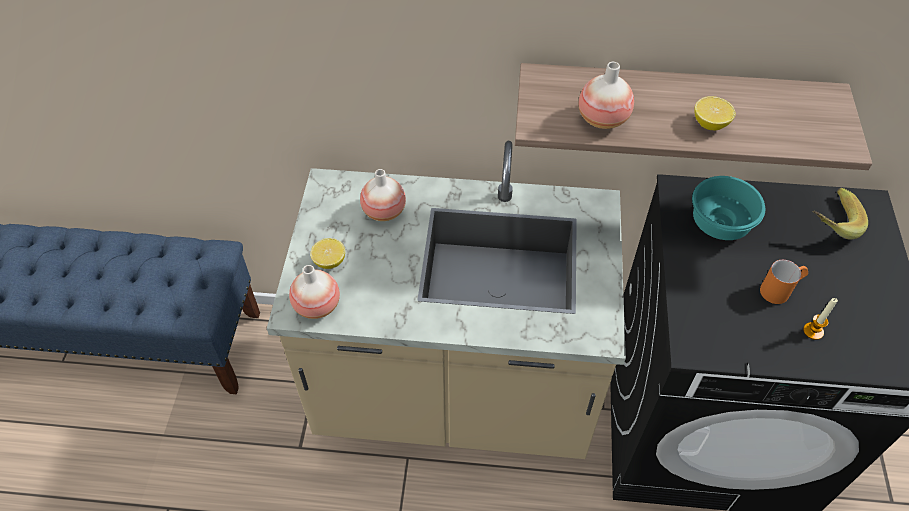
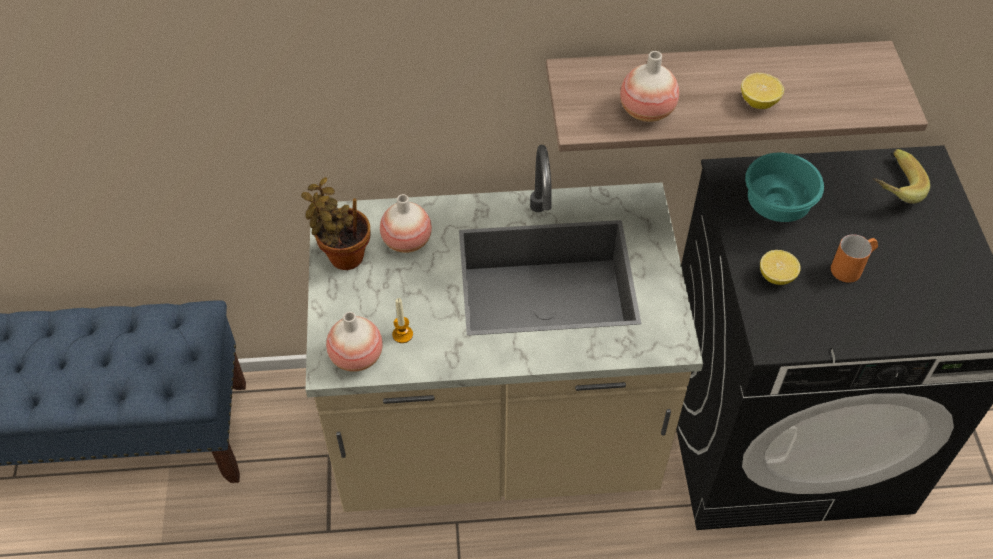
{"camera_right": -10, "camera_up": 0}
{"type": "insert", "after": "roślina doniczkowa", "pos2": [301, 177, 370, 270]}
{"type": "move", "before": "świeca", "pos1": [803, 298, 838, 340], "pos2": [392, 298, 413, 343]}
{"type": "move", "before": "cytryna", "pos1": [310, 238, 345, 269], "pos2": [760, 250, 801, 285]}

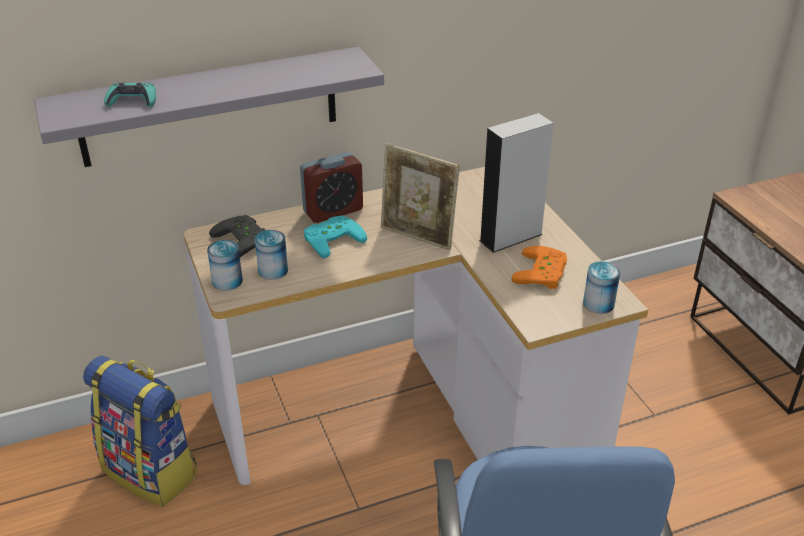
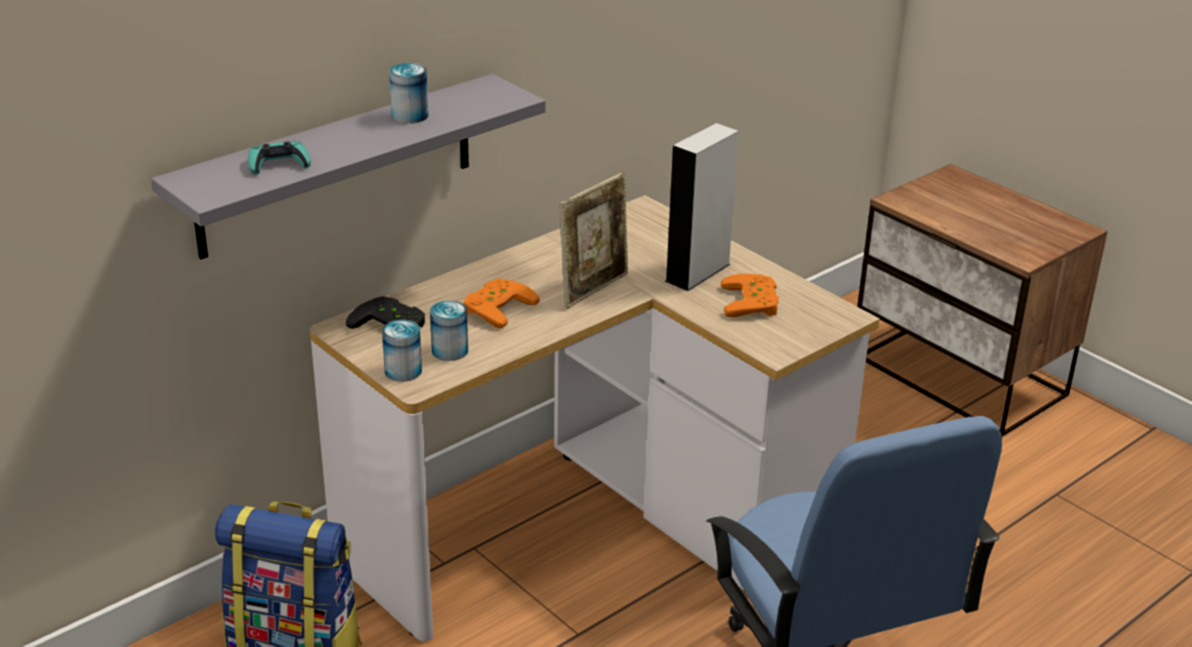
{"camera_right": -20, "camera_up": -5}
{"type": "move", "before": "puszka", "pos1": [583, 261, 620, 314], "pos2": [389, 63, 429, 124]}
{"type": "recolor", "before": "pad do gier [turkusowy]", "after": "pad do gier [pomarańczowy]", "pos1": [304, 215, 367, 259], "pos2": [463, 278, 540, 329]}
{"type": "rotate", "before": "ramka na zdjęcie", "pos1": [381, 143, 460, 250], "pos2": [560, 172, 628, 309], "turn": -60}
{"type": "delete", "before": "budzik", "pos1": [300, 152, 363, 223]}

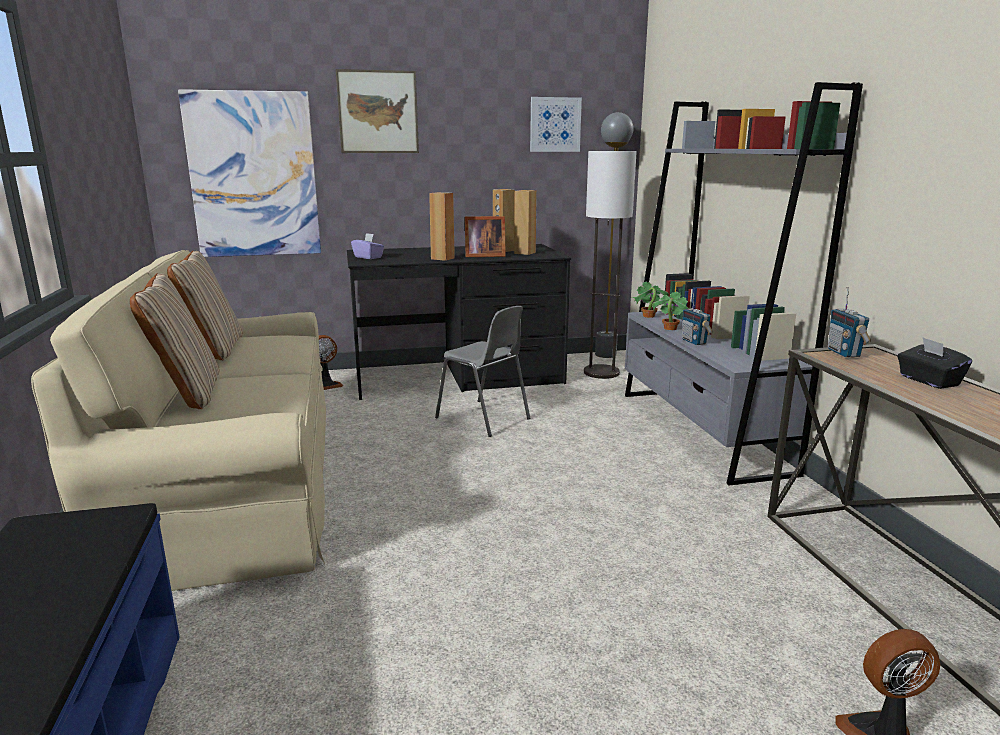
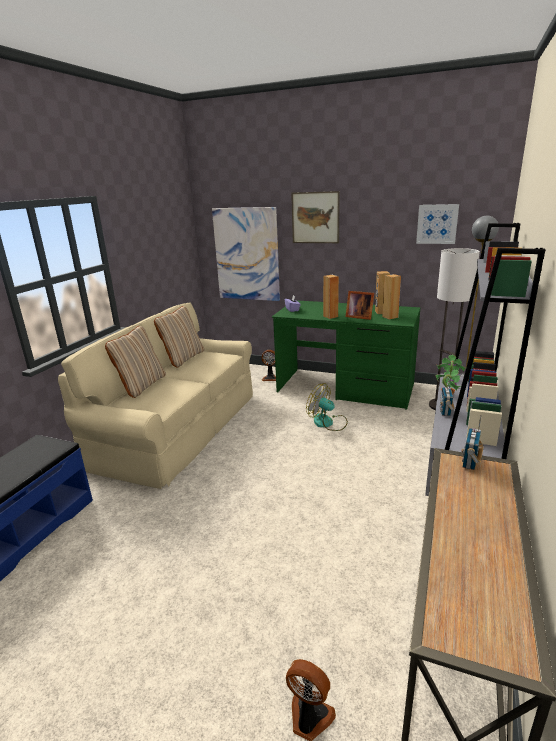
{"camera_right": 35, "camera_up": 5}
{"type": "recolor", "before": "biurko [czarny]", "after": "biurko [zielony]", "pos1": [347, 244, 571, 400], "pos2": [272, 300, 421, 410]}
{"type": "replace", "before": "krzesło [szary]", "after": "wentylator", "pos1": [435, 306, 530, 437], "pos2": [306, 383, 348, 431]}
{"type": "delete", "before": "pudełko chusteczek [czarny]", "pos1": [897, 337, 972, 389]}

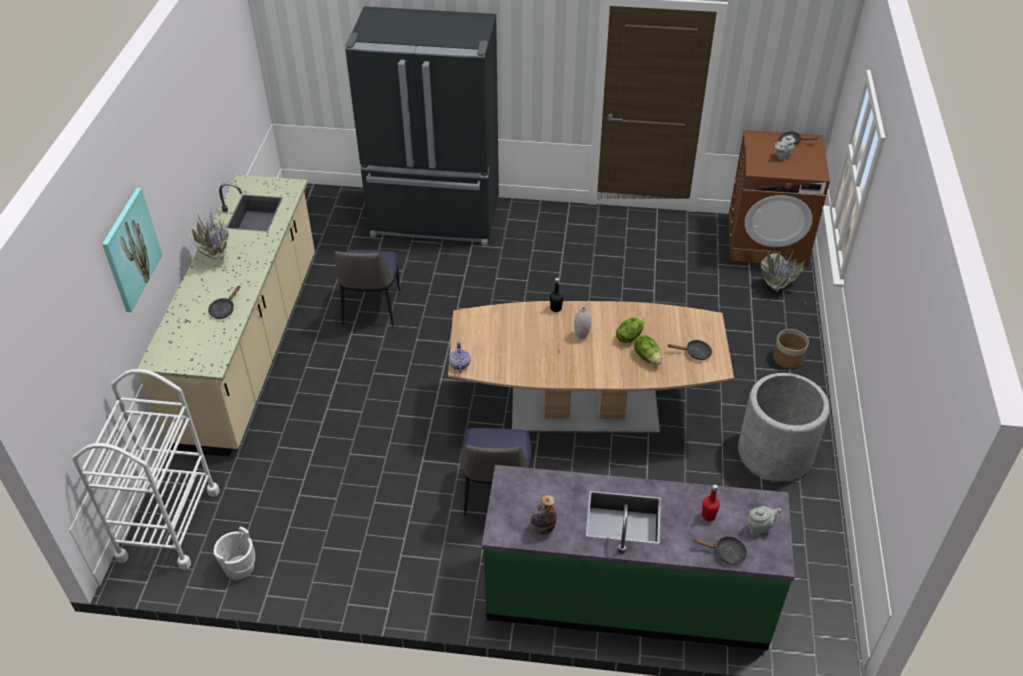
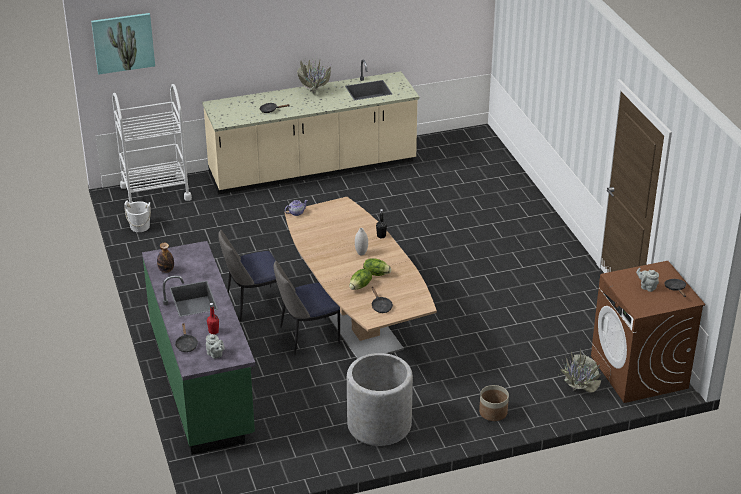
{"camera_right": 65, "camera_up": -10}
{"type": "move", "before": "obraz", "pos1": [102, 188, 162, 312], "pos2": [91, 13, 155, 75]}
{"type": "move", "before": "krzesło", "pos1": [334, 250, 400, 326], "pos2": [274, 261, 340, 355]}
{"type": "delete", "before": "lodówka [czarny]", "pos1": [345, 6, 499, 246]}

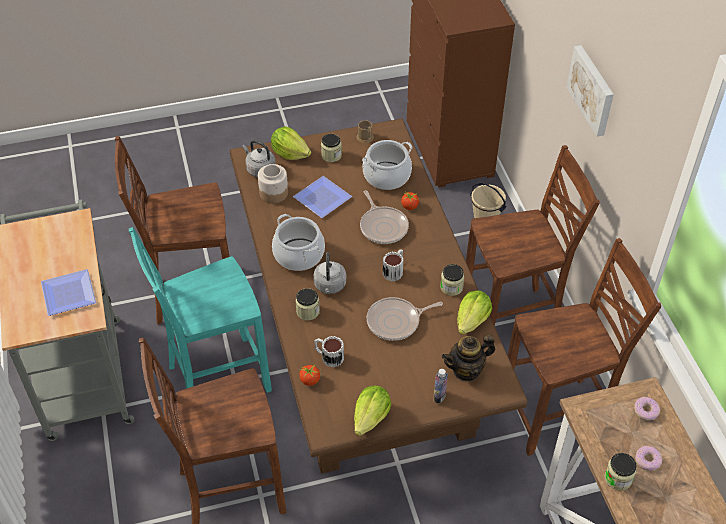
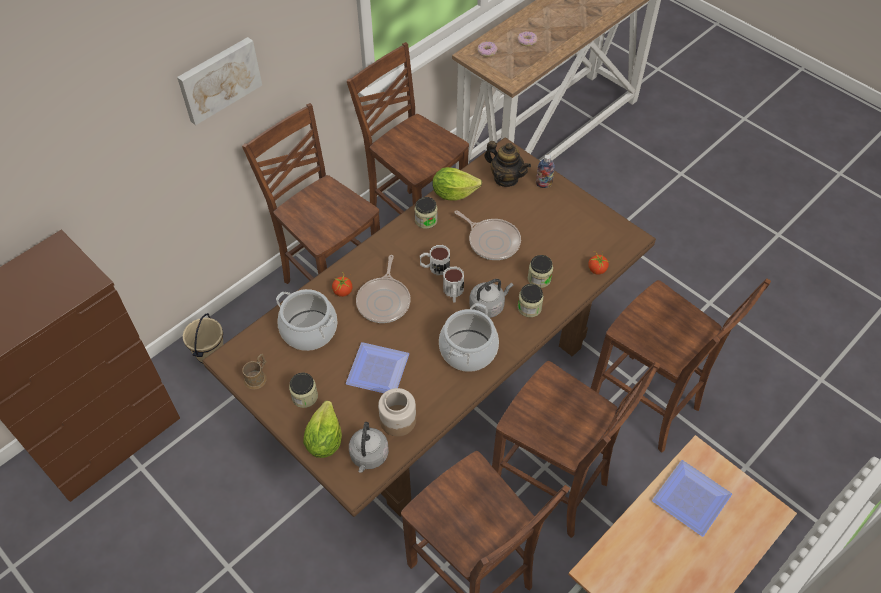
{"camera_right": -120, "camera_up": 5}
{"type": "rotate", "before": "patelnia", "pos1": [360, 190, 409, 244], "pos2": [356, 255, 411, 323], "turn": 150}
{"type": "move", "before": "kubek", "pos1": [314, 336, 344, 368], "pos2": [443, 267, 464, 303]}
{"type": "recolor", "before": "krzesło [turkusowy]", "after": "krzesło [brązowy]", "pos1": [129, 227, 272, 393], "pos2": [492, 361, 660, 538]}
{"type": "move", "before": "słoik", "pos1": [604, 453, 637, 491], "pos2": [528, 255, 553, 288]}
{"type": "delete", "before": "sałata", "pos1": [354, 386, 391, 436]}

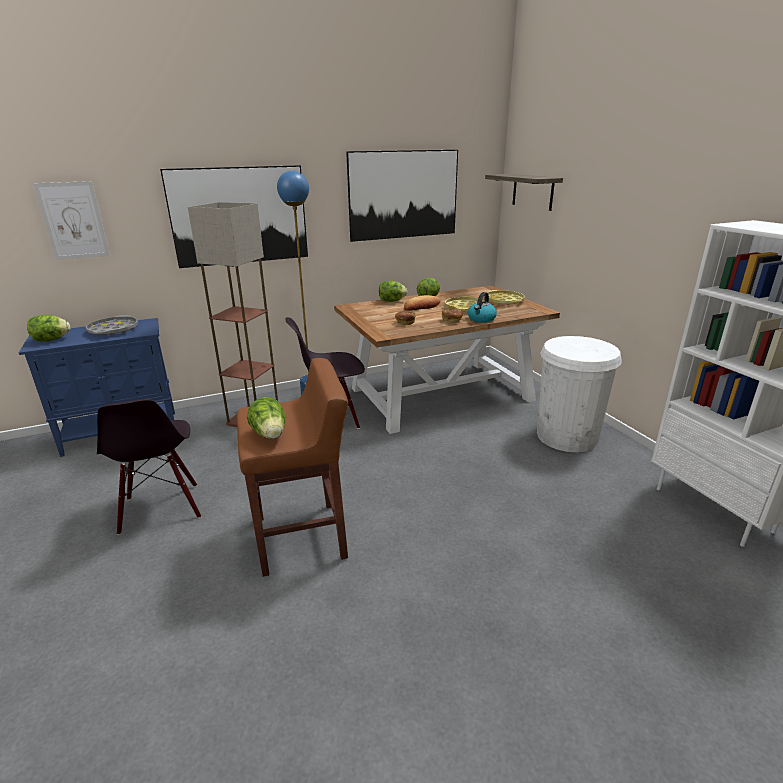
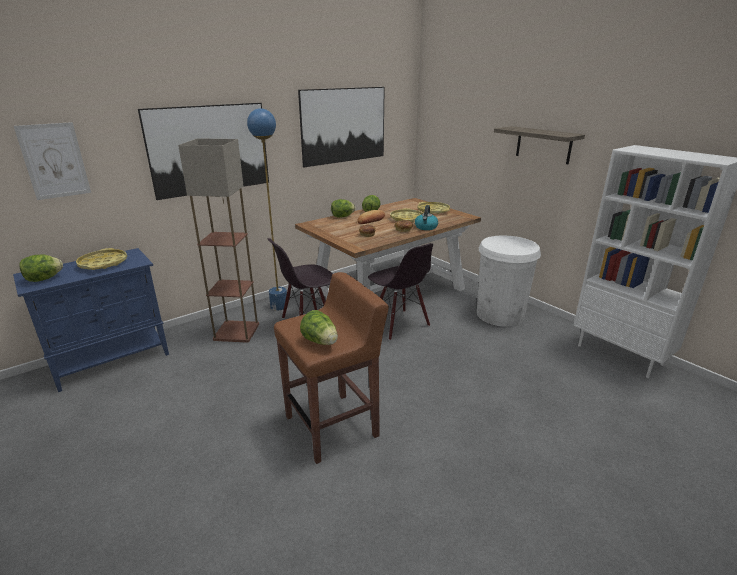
{"camera_right": -15, "camera_up": 0}
{"type": "recolor", "before": "taca [szary]", "after": "taca [żółty]", "pos1": [86, 315, 138, 335], "pos2": [76, 248, 127, 270]}
{"type": "move", "before": "krzesło [czarny]", "pos1": [97, 399, 201, 535], "pos2": [368, 243, 433, 340]}
{"type": "move", "before": "półka", "pos1": [485, 174, 563, 211], "pos2": [494, 126, 585, 164]}

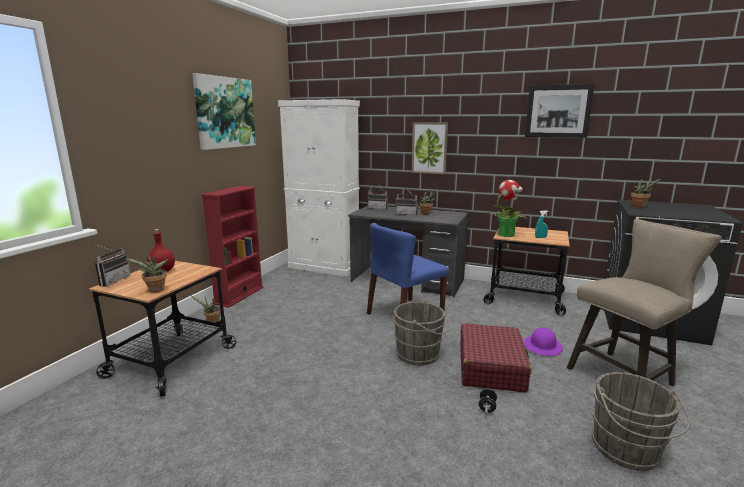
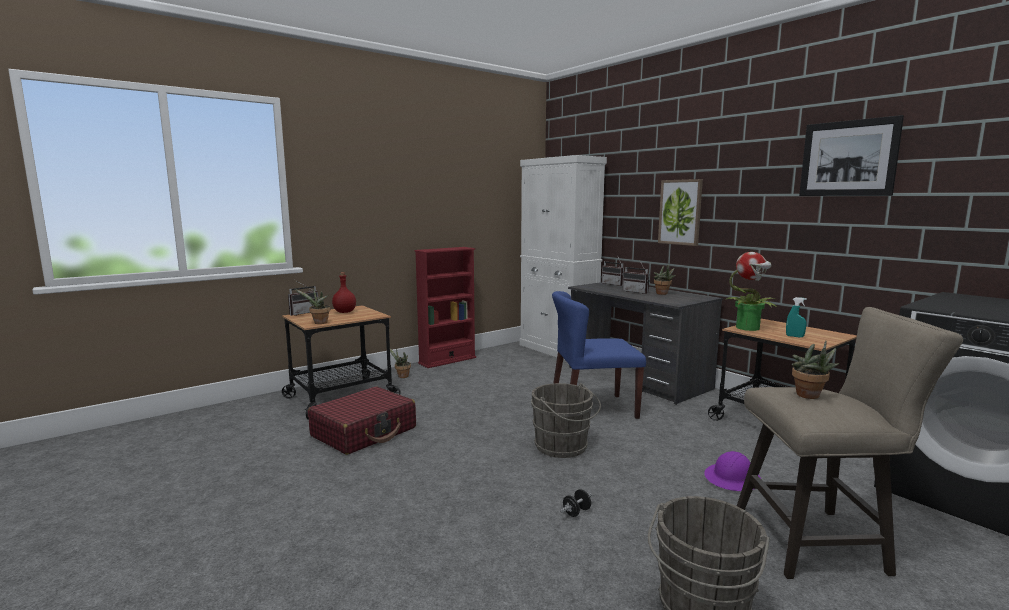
{"camera_right": 30, "camera_up": -5}
{"type": "move", "before": "walizka [czerwony]", "pos1": [460, 323, 531, 393], "pos2": [308, 387, 416, 455]}
{"type": "move", "before": "roślina doniczkowa", "pos1": [631, 176, 660, 208], "pos2": [792, 341, 839, 399]}
{"type": "delete", "before": "obraz", "pos1": [192, 73, 256, 150]}

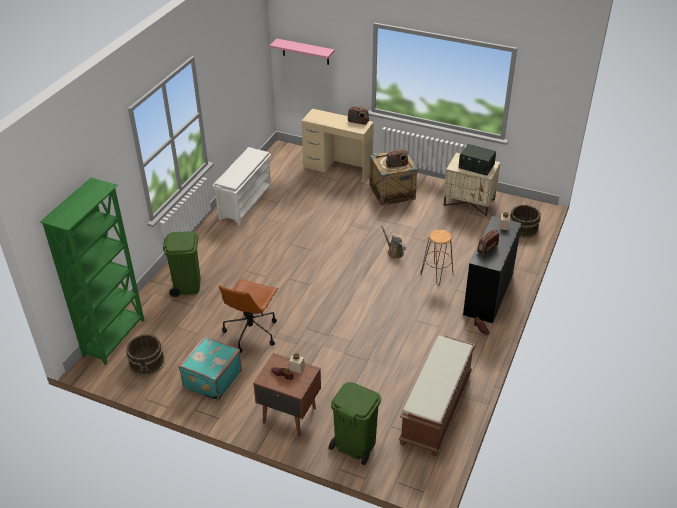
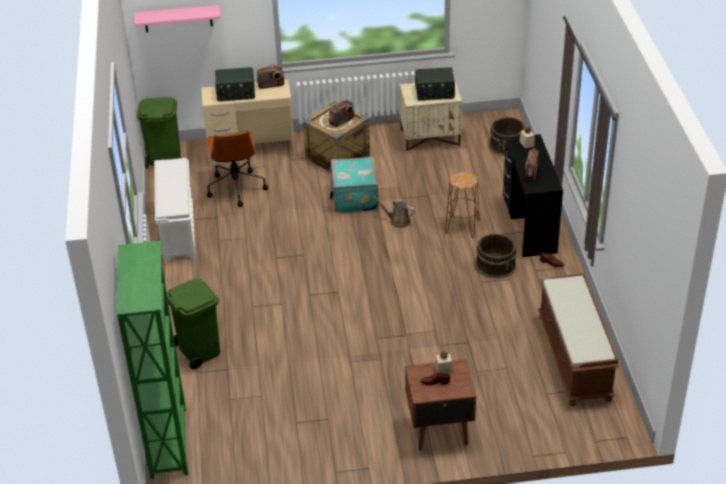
{"camera_right": -30, "camera_up": 0}
{"type": "move", "before": "kosz na śmieci [zielony]", "pos1": [329, 382, 381, 465], "pos2": [137, 97, 181, 168]}
{"type": "move", "before": "krzesło biurowe [brązowy]", "pos1": [219, 279, 279, 353], "pos2": [207, 131, 268, 207]}
{"type": "insert", "after": "radio", "pos2": [215, 67, 255, 102]}
{"type": "move", "before": "walizka [turkusowy]", "pos1": [179, 336, 242, 401], "pos2": [329, 157, 379, 214]}
{"type": "move", "before": "wiadro [brązowy]", "pos1": [126, 334, 165, 376], "pos2": [476, 233, 517, 278]}

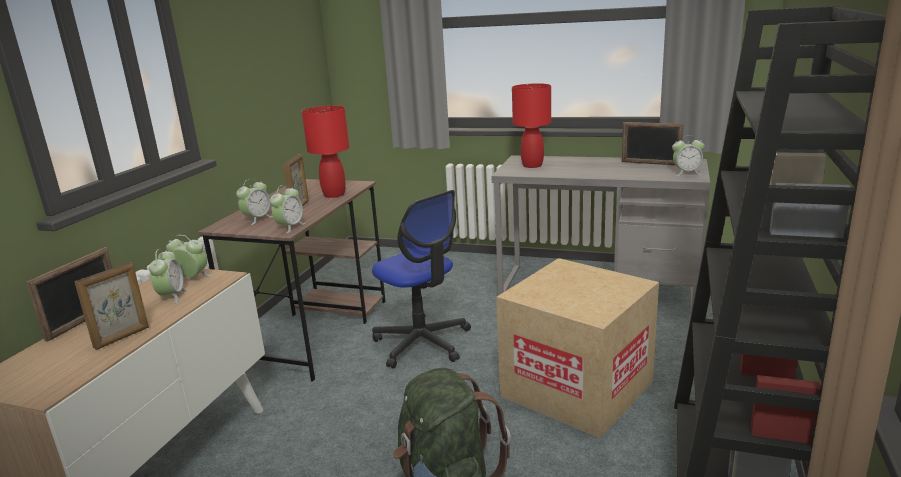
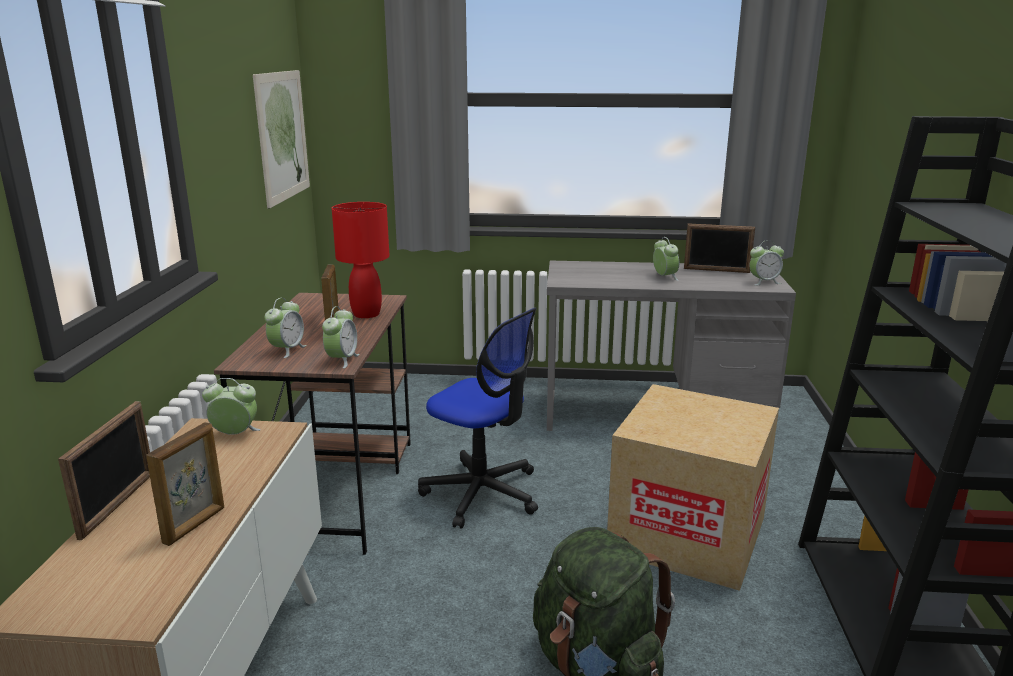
{"camera_right": -15, "camera_up": 0}
{"type": "insert", "after": "obraz", "pos2": [253, 70, 310, 208]}
{"type": "move", "before": "budzik", "pos1": [149, 249, 187, 304], "pos2": [653, 237, 679, 281]}
{"type": "delete", "before": "lampa stołowa [czerwony]", "pos1": [512, 83, 551, 168]}

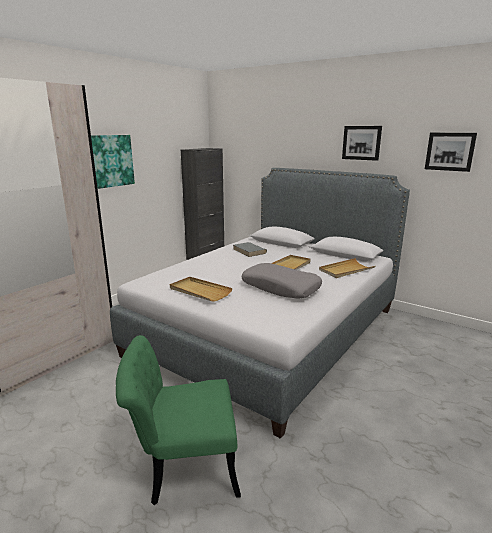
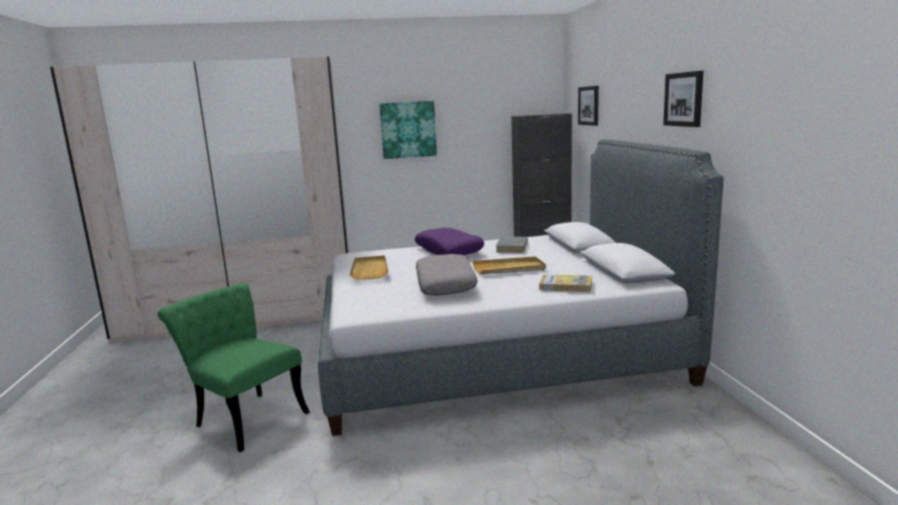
{"camera_right": 45, "camera_up": -5}
{"type": "insert", "after": "poduszka [fioletowy]", "pos2": [415, 228, 484, 255]}
{"type": "replace", "before": "taca [beżowy]", "after": "książka", "pos1": [319, 258, 375, 278], "pos2": [539, 274, 592, 292]}
{"type": "move", "before": "obraz", "pos1": [425, 133, 477, 172], "pos2": [578, 86, 599, 126]}

